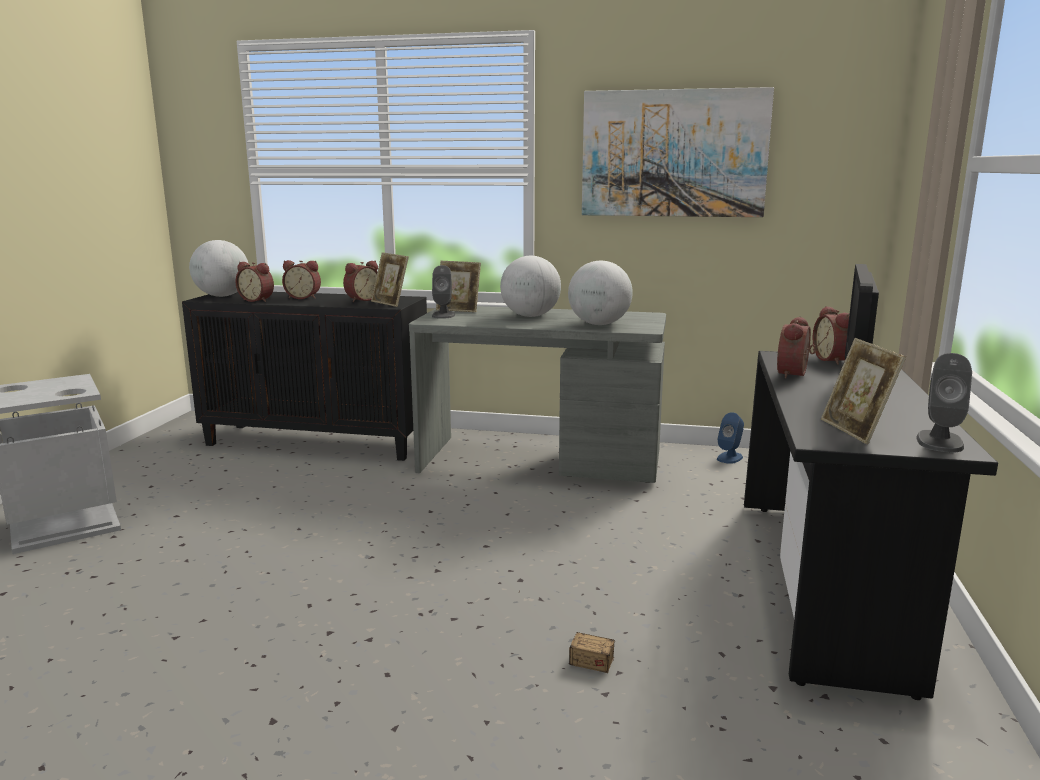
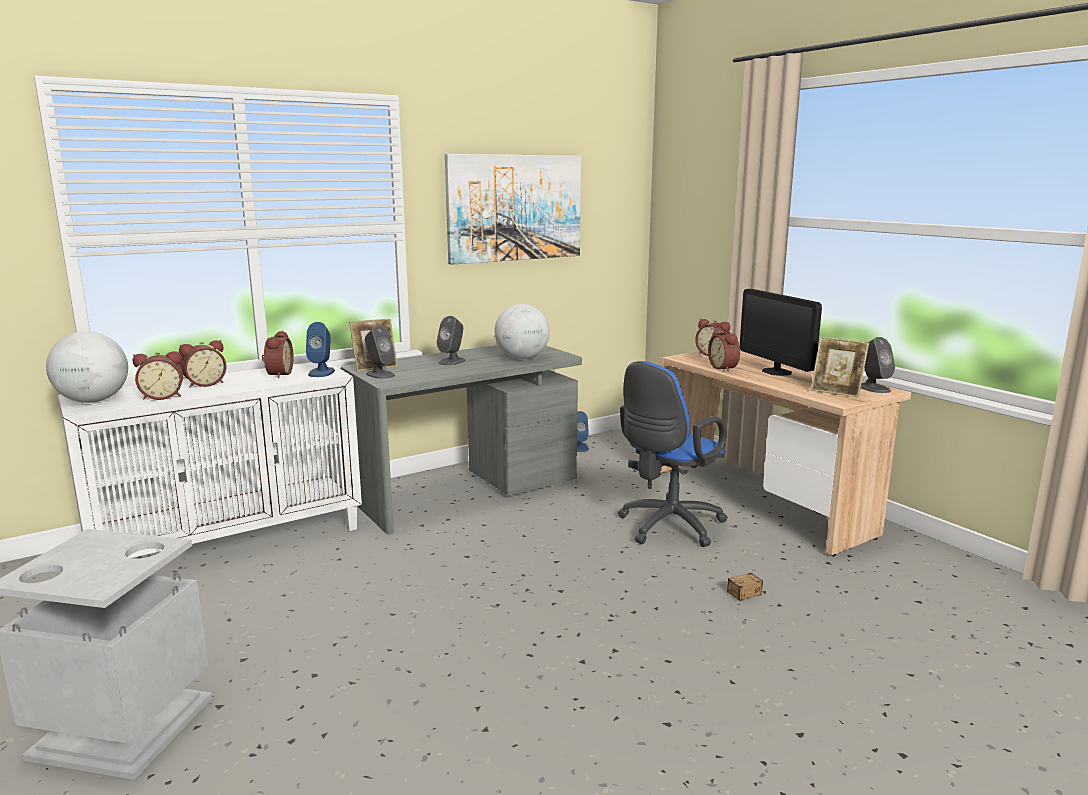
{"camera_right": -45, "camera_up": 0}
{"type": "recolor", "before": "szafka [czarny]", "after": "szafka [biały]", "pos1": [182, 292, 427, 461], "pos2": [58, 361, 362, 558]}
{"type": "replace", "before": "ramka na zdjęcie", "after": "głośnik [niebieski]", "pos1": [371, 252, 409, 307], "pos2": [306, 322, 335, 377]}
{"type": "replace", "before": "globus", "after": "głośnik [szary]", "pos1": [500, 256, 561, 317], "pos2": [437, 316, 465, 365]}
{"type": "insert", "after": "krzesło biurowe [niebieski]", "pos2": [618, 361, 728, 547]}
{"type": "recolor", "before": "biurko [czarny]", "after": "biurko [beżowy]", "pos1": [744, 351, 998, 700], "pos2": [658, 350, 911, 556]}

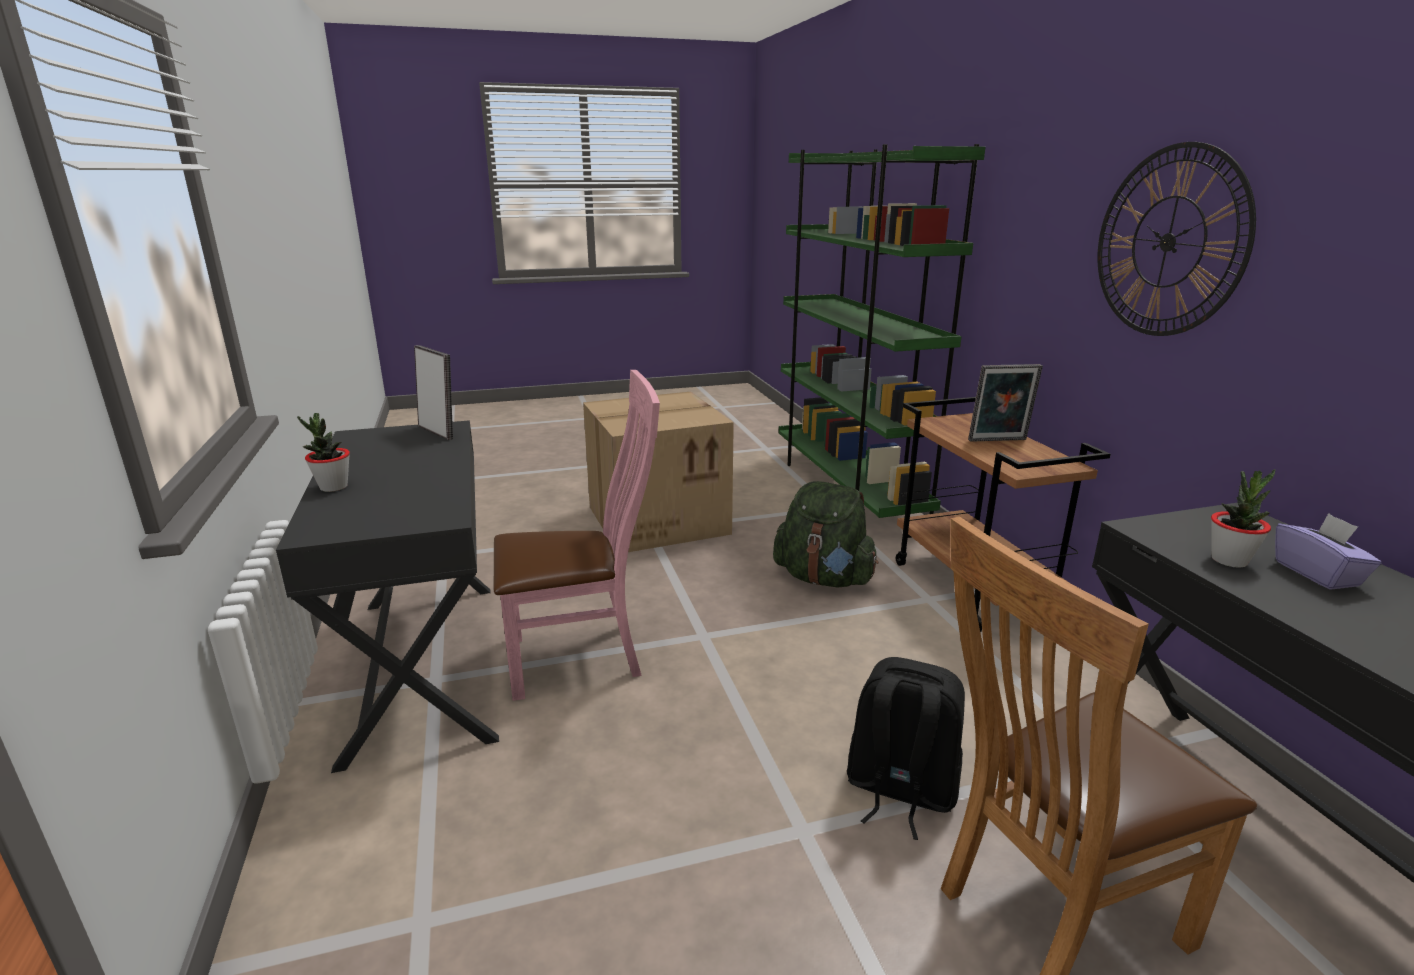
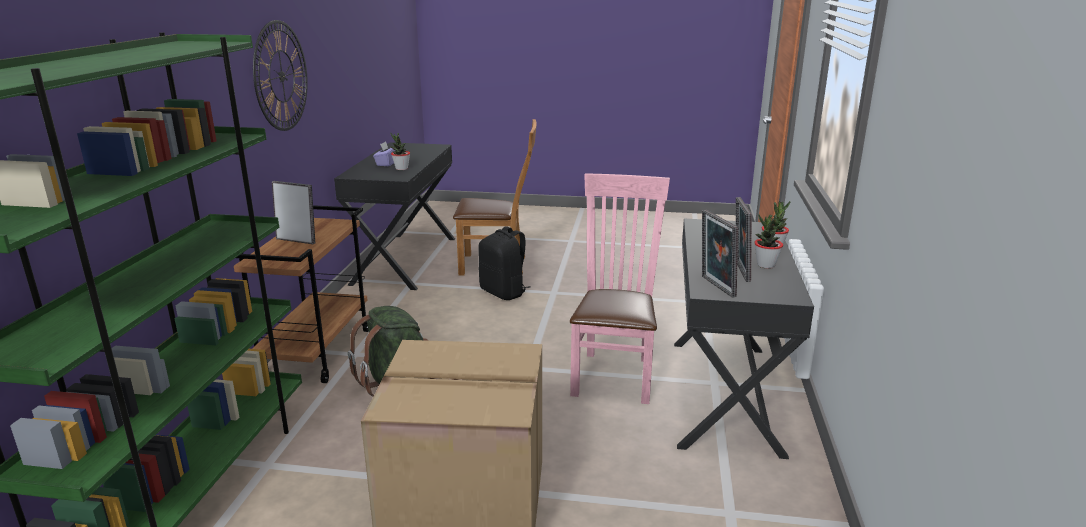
{"camera_right": -155, "camera_up": 0}
{"type": "rotate", "before": "krzesło [różowy]", "pos1": [493, 370, 660, 701], "pos2": [570, 173, 670, 404], "turn": 90}
{"type": "insert", "after": "ramka na zdjęcie", "pos2": [736, 197, 752, 282]}
{"type": "insert", "after": "roślina doniczkowa", "pos2": [754, 214, 783, 269]}

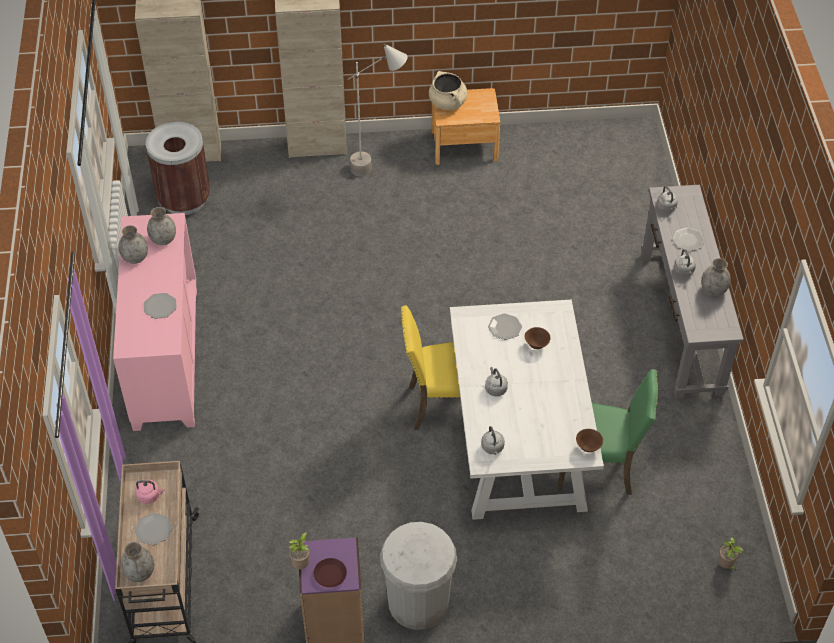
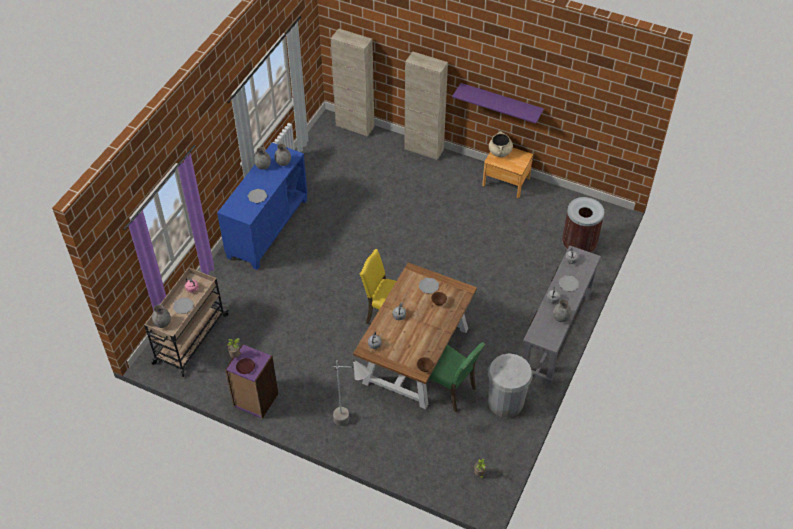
{"camera_right": 30, "camera_up": 0}
{"type": "recolor", "before": "szafka [różowy]", "after": "szafka [niebieski]", "pos1": [113, 213, 197, 431], "pos2": [217, 143, 307, 270]}
{"type": "move", "before": "lampa stojąca [szary]", "pos1": [348, 44, 408, 177], "pos2": [333, 359, 370, 426]}
{"type": "recolor", "before": "stół jadalny [biały]", "after": "stół jadalny [brązowy]", "pos1": [450, 299, 604, 520], "pos2": [353, 262, 477, 409]}
{"type": "insert", "after": "półka [fioletowy]", "pos2": [452, 83, 544, 124]}
{"type": "move", "before": "kosz na śmieci [biały]", "pos1": [380, 522, 457, 630], "pos2": [488, 354, 533, 418]}
{"type": "move", "before": "kosz na śmieci [brązowy]", "pos1": [146, 122, 210, 215], "pos2": [562, 197, 604, 252]}

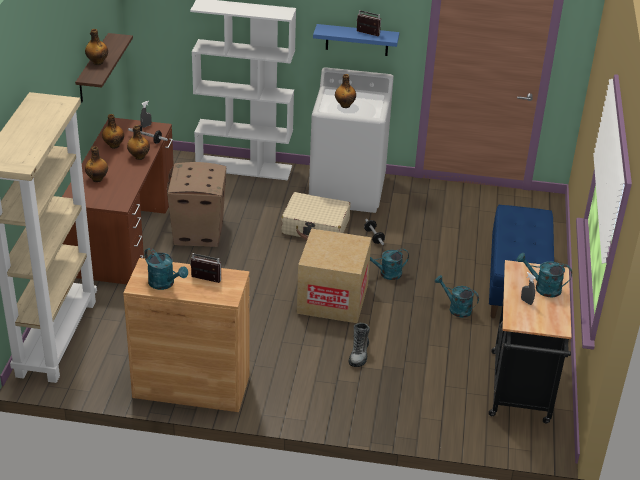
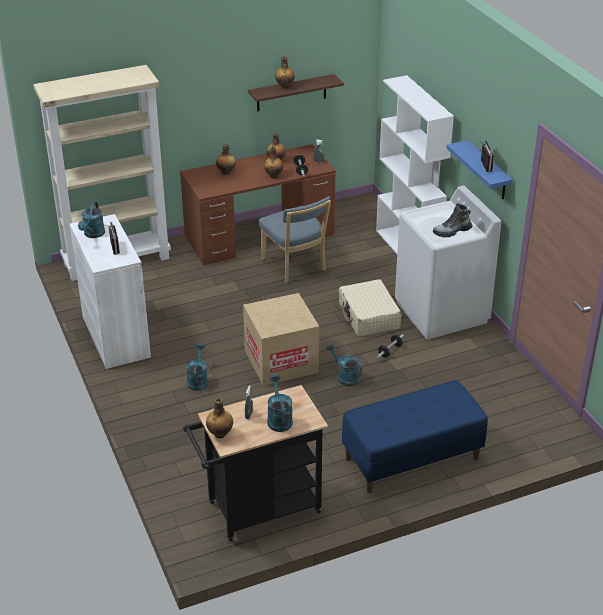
{"camera_right": 60, "camera_up": 0}
{"type": "recolor", "before": "szafka [brązowy]", "after": "szafka [biały]", "pos1": [123, 258, 250, 412], "pos2": [70, 214, 151, 369]}
{"type": "move", "before": "konewka [turkusowy]", "pos1": [435, 275, 479, 318], "pos2": [186, 343, 208, 391]}
{"type": "move", "before": "butelka", "pos1": [335, 74, 356, 108], "pos2": [206, 398, 233, 438]}
{"type": "replace", "before": "karton", "after": "krzesło [niebieski]", "pos1": [167, 162, 226, 247], "pos2": [259, 196, 331, 283]}
{"type": "move", "before": "but z cholewką", "pos1": [349, 323, 370, 367], "pos2": [433, 203, 473, 237]}

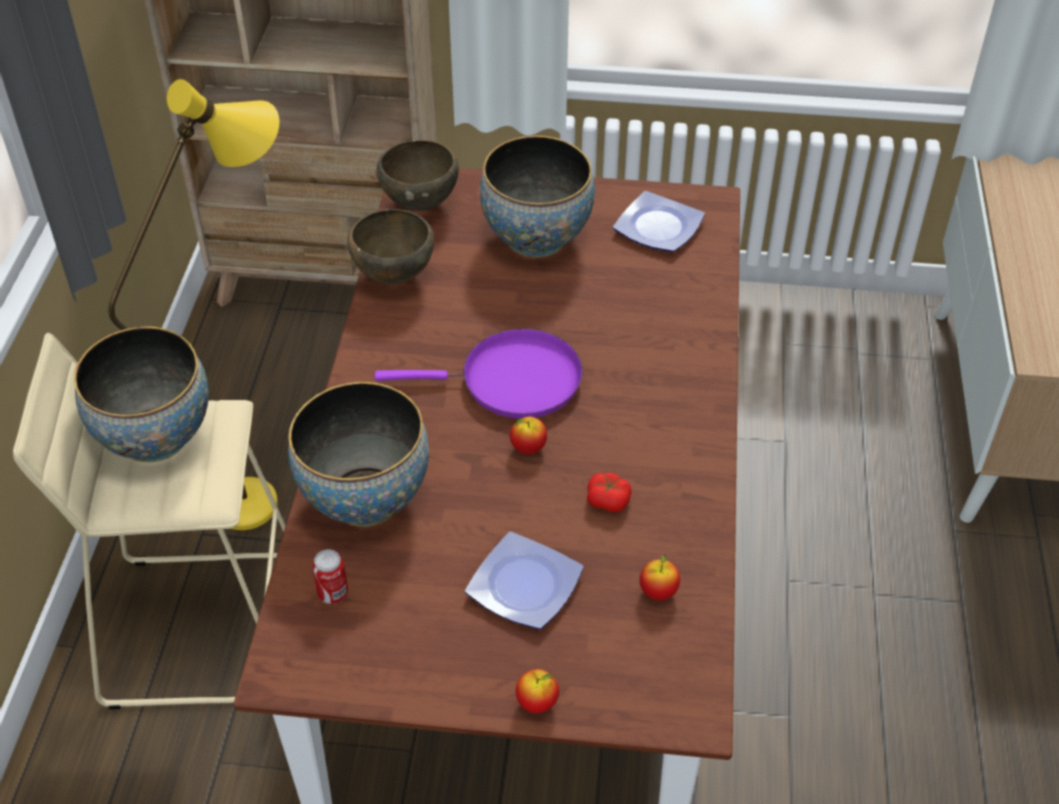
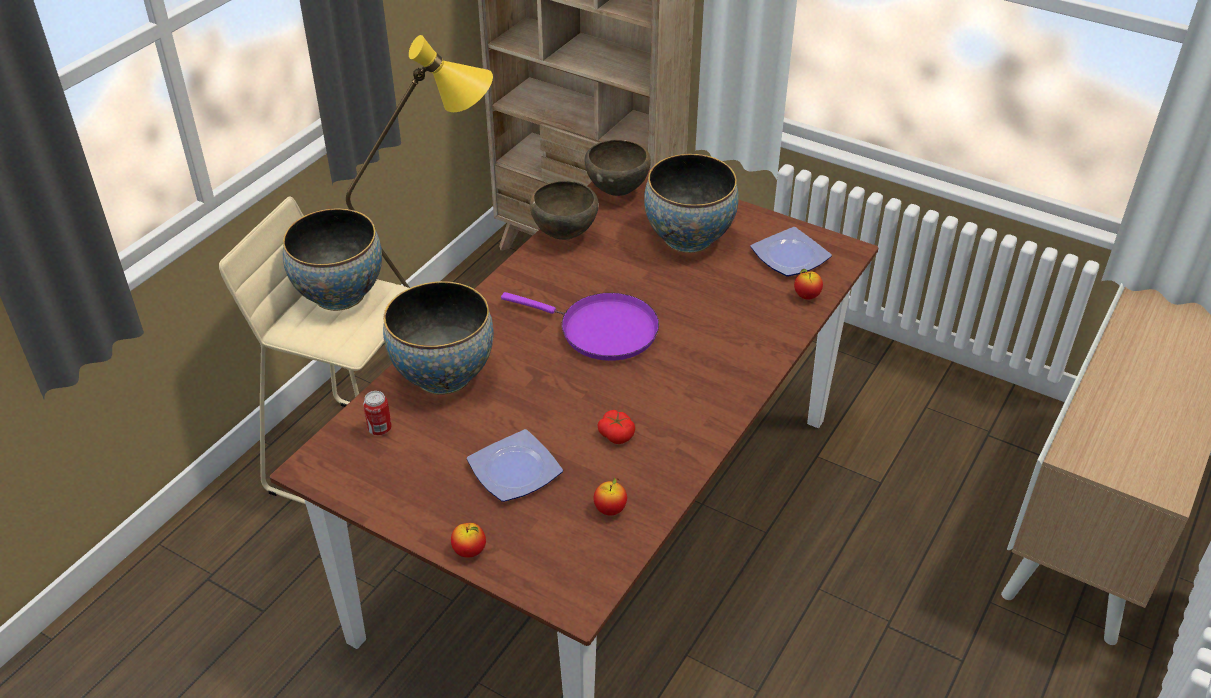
{"camera_right": 25, "camera_up": -5}
{"type": "move", "before": "jabłko", "pos1": [510, 417, 547, 454], "pos2": [794, 269, 823, 299]}

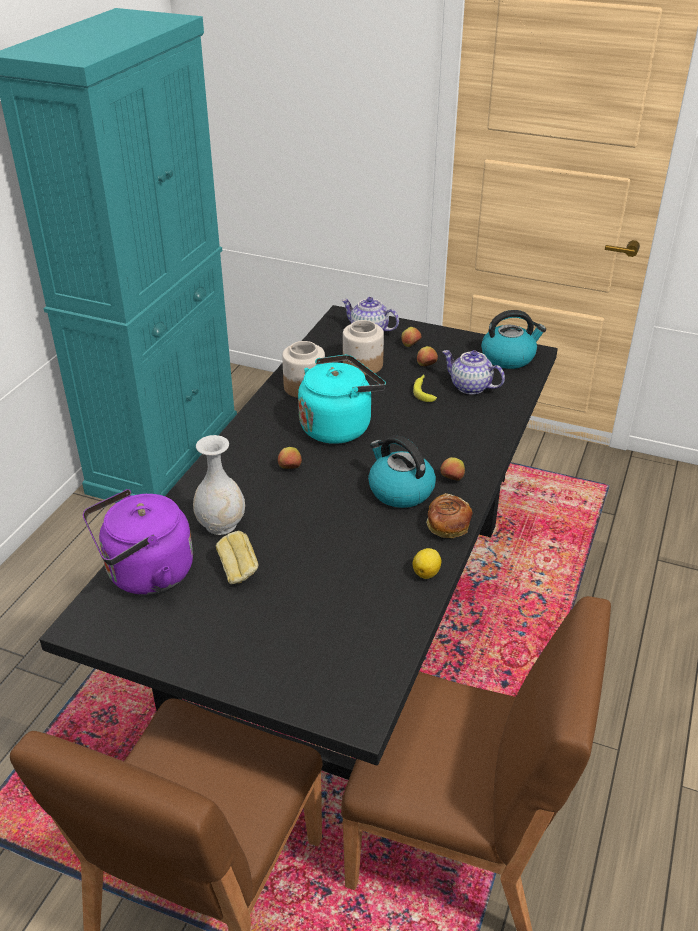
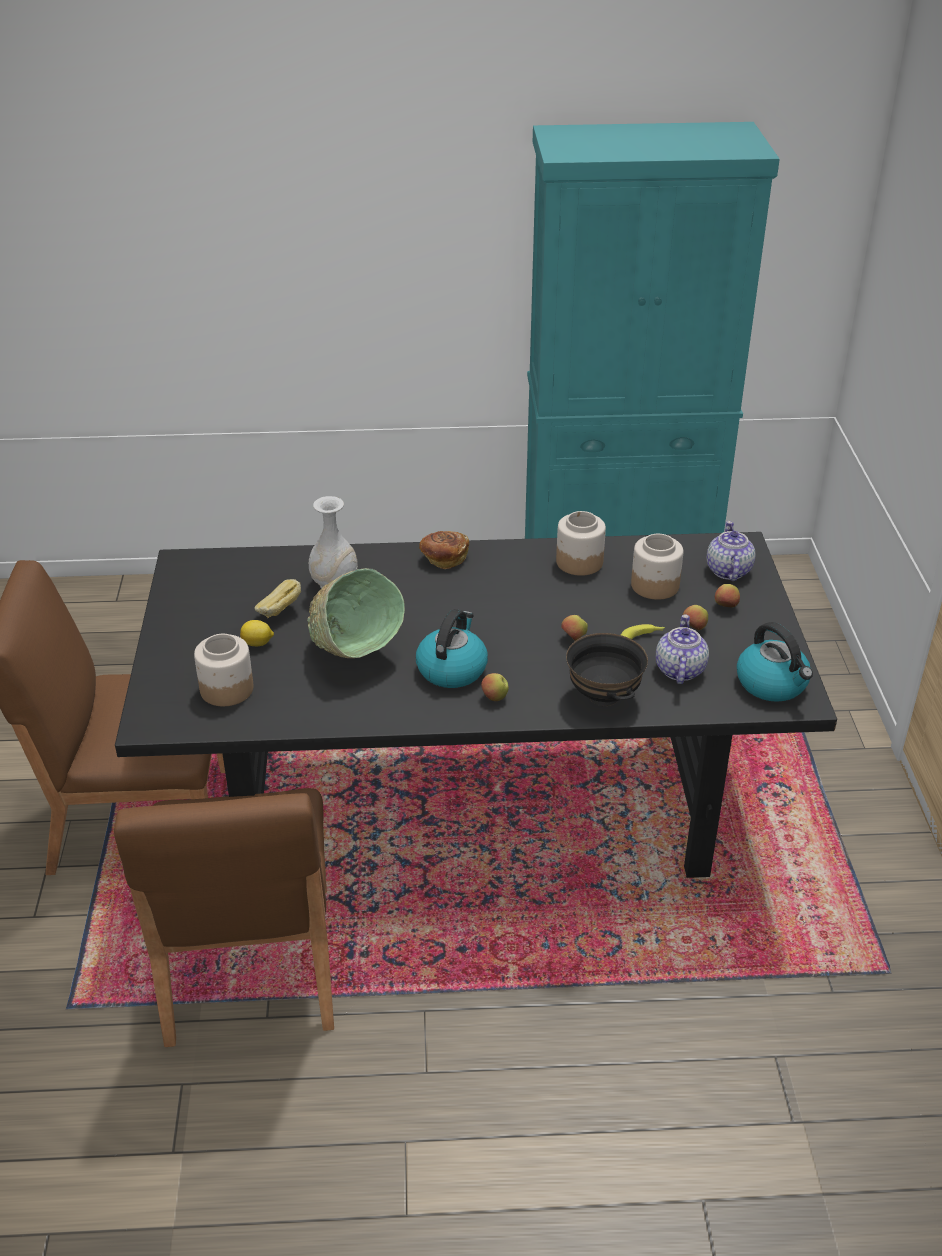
{"camera_right": 65, "camera_up": 0}
{"type": "insert", "after": "słoik", "pos2": [194, 634, 253, 706]}
{"type": "move", "before": "cytryna", "pos1": [413, 548, 441, 579], "pos2": [240, 620, 274, 646]}
{"type": "insert", "after": "miska [zielony]", "pos2": [307, 568, 405, 658]}
{"type": "move", "before": "chleb", "pos1": [426, 493, 472, 538], "pos2": [419, 531, 469, 569]}
{"type": "move", "before": "jabłko", "pos1": [278, 447, 302, 469], "pos2": [561, 615, 588, 641]}
{"type": "insert", "after": "miska [czarny]", "pos2": [566, 633, 648, 706]}
{"type": "delete", "before": "czajnik [fioletowy]", "pos1": [83, 489, 193, 595]}
{"type": "delete", "before": "czajnik [turkusowy]", "pos1": [298, 355, 386, 444]}

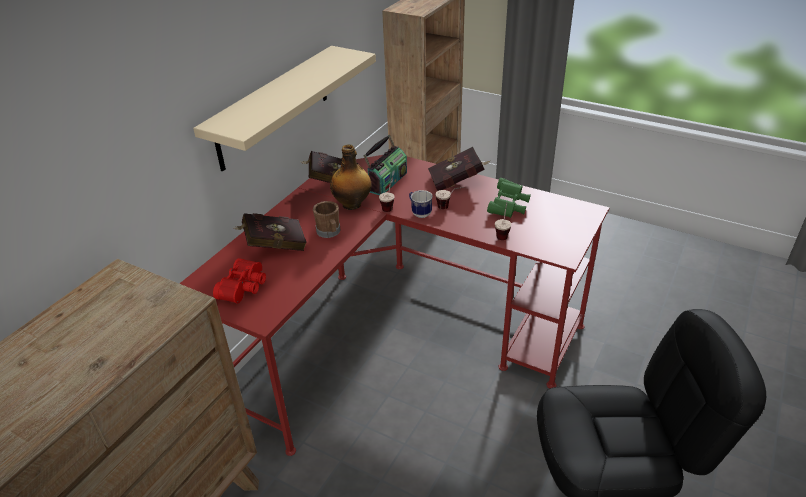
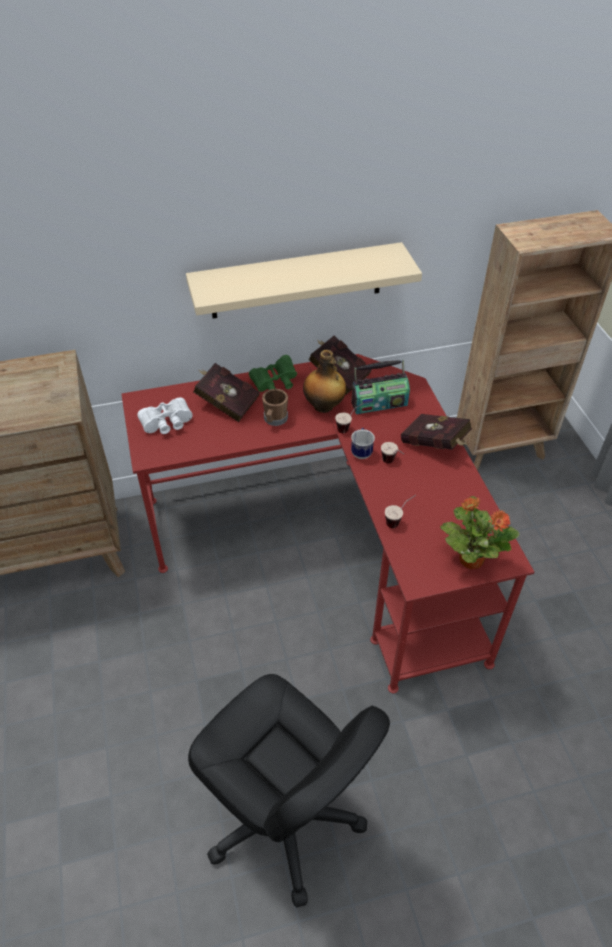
{"camera_right": 45, "camera_up": 10}
{"type": "recolor", "before": "lornetka [czerwony]", "after": "lornetka [biały]", "pos1": [213, 258, 266, 303], "pos2": [137, 398, 193, 434]}
{"type": "move", "before": "lornetka [zielony]", "pos1": [487, 178, 531, 218], "pos2": [249, 355, 297, 392]}
{"type": "insert", "after": "roślina doniczkowa", "pos2": [440, 496, 520, 569]}

